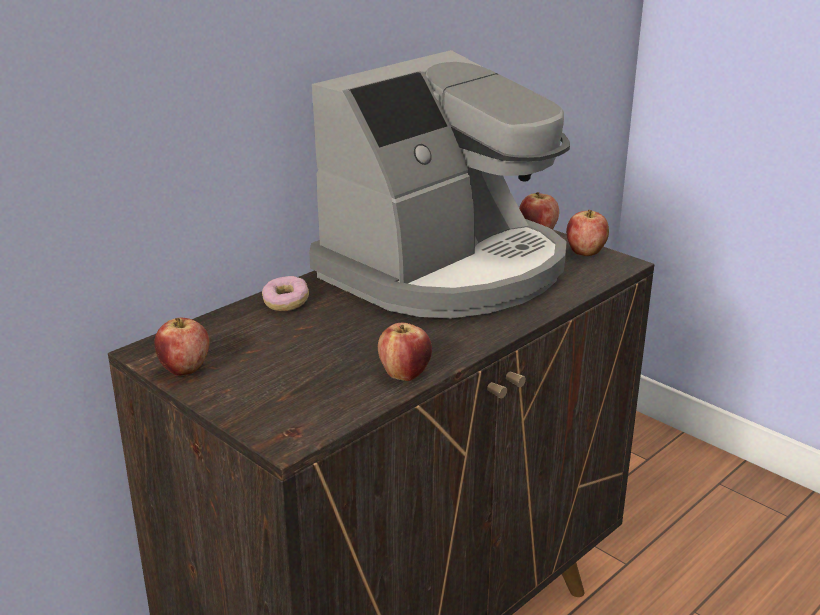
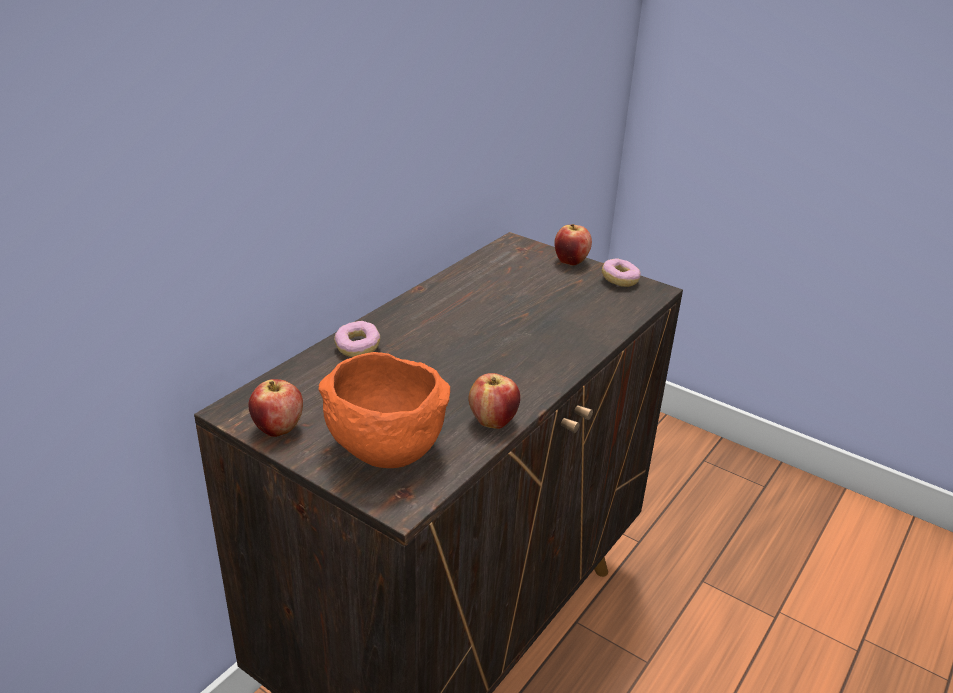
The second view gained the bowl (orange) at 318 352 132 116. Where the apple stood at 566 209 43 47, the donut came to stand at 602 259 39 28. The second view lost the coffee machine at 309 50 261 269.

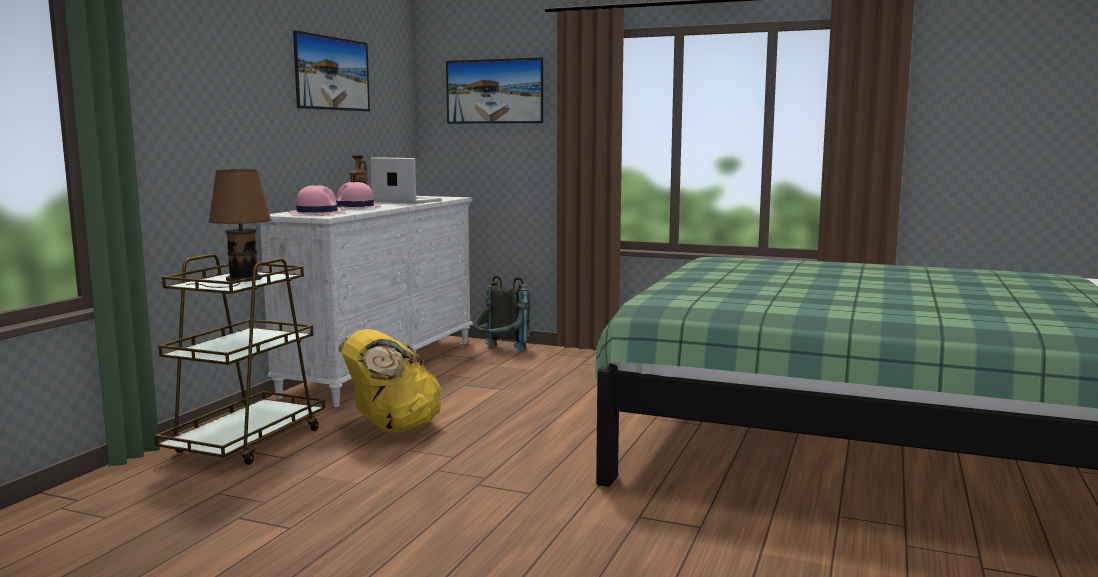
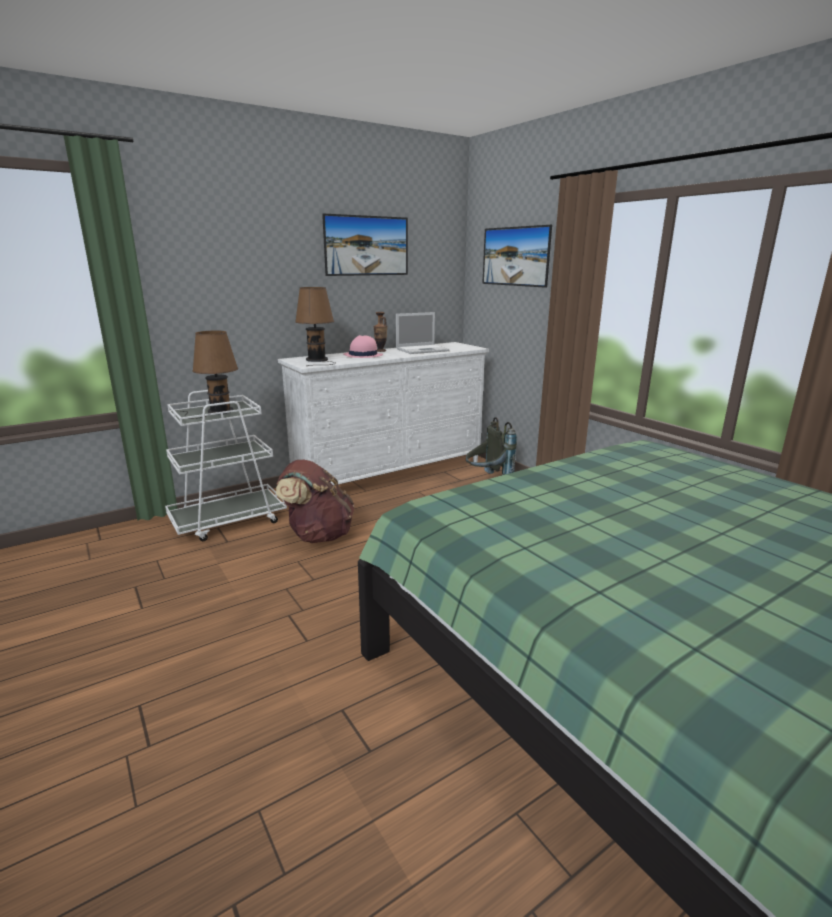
What was the cart (brown) at 154 254 171 211 turned into the cart (white) at 165 390 122 151. What was the backpack (yellow) at 338 329 105 104 turned into the backpack (brown) at 276 460 79 83. Where the hat (pink) stood at 288 185 58 31, the table lamp (brown) came to stand at 295 287 41 80. The laptop at 371 157 71 47 ended up facing another way, 90 degrees clockwise from before.

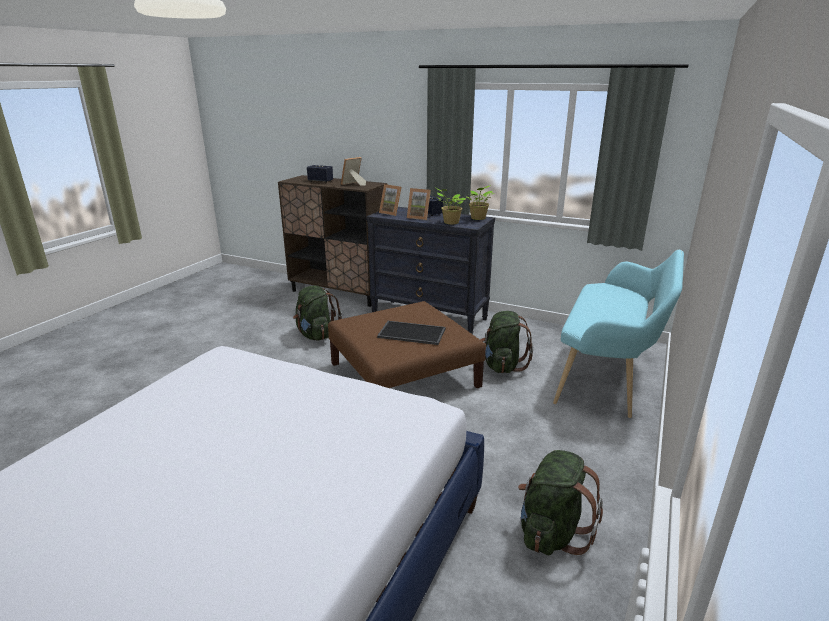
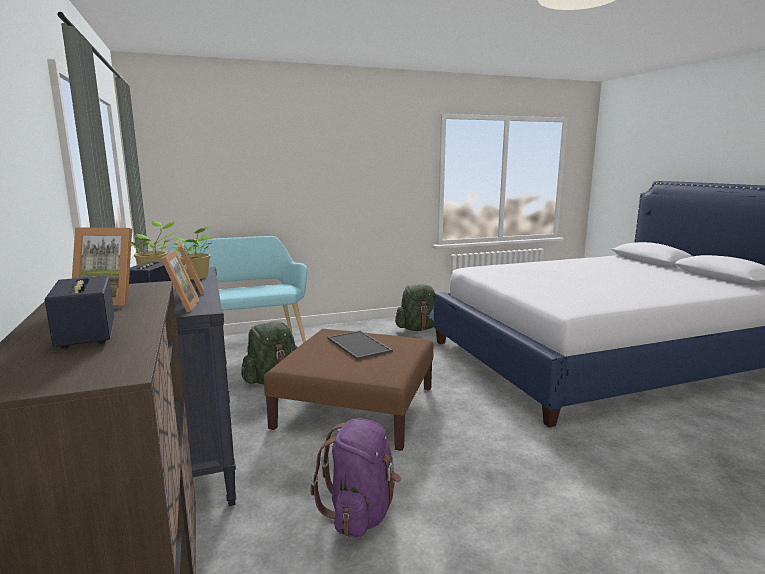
What was the backpack (green) at 293 285 49 56 turned into the backpack (purple) at 310 418 91 119.

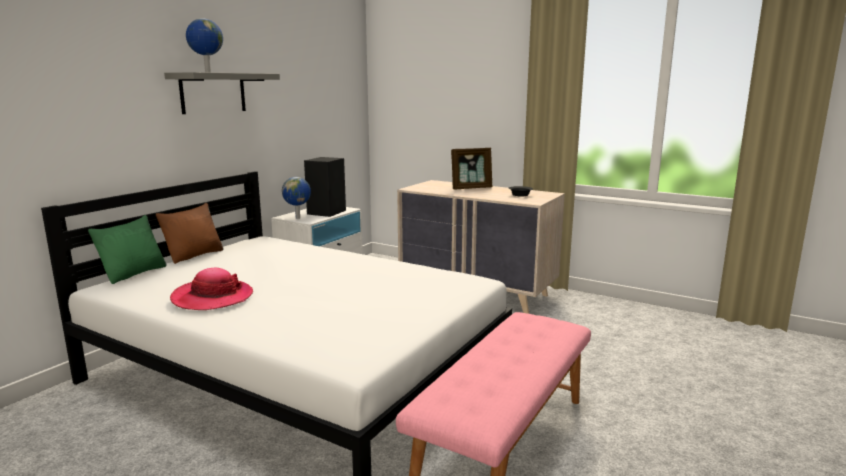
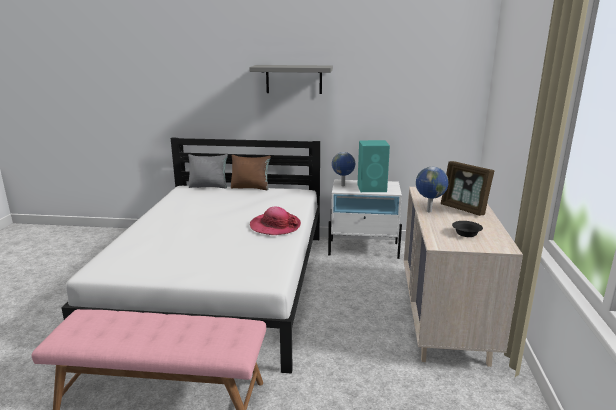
What was the pillow (green) at 88 215 79 69 turned into the pillow (grey) at 188 154 40 34. The hat ended up elsewhere, having gone from 170 268 83 42 to 250 207 51 28. What was the speaker (black) at 304 157 42 60 turned into the speaker (turquoise) at 358 140 32 52. The globe ended up elsewhere, having gone from 186 18 37 55 to 416 167 33 45.

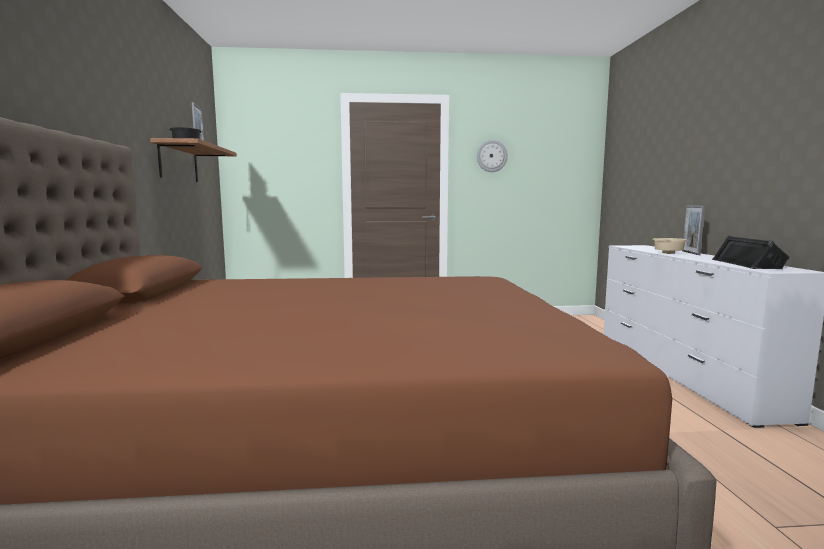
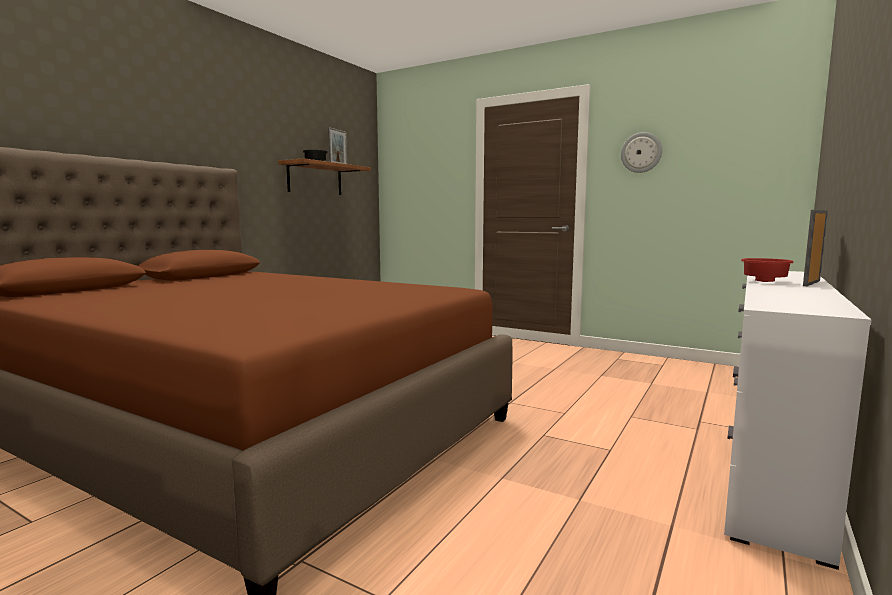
What was the bowl (beige) at 653 238 34 16 turned into the bowl (red) at 741 258 53 24. The second view lost the speaker (black) at 712 236 78 33.

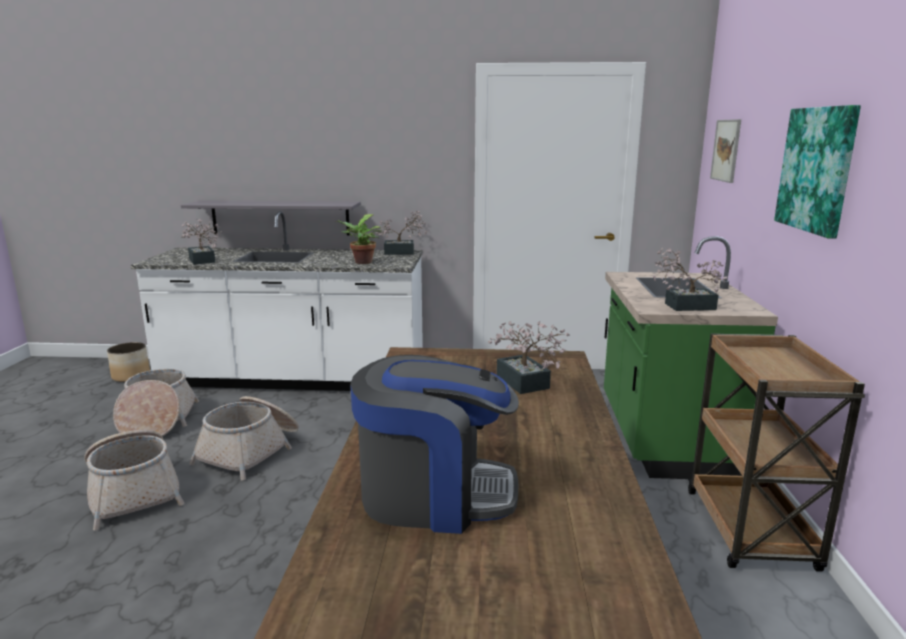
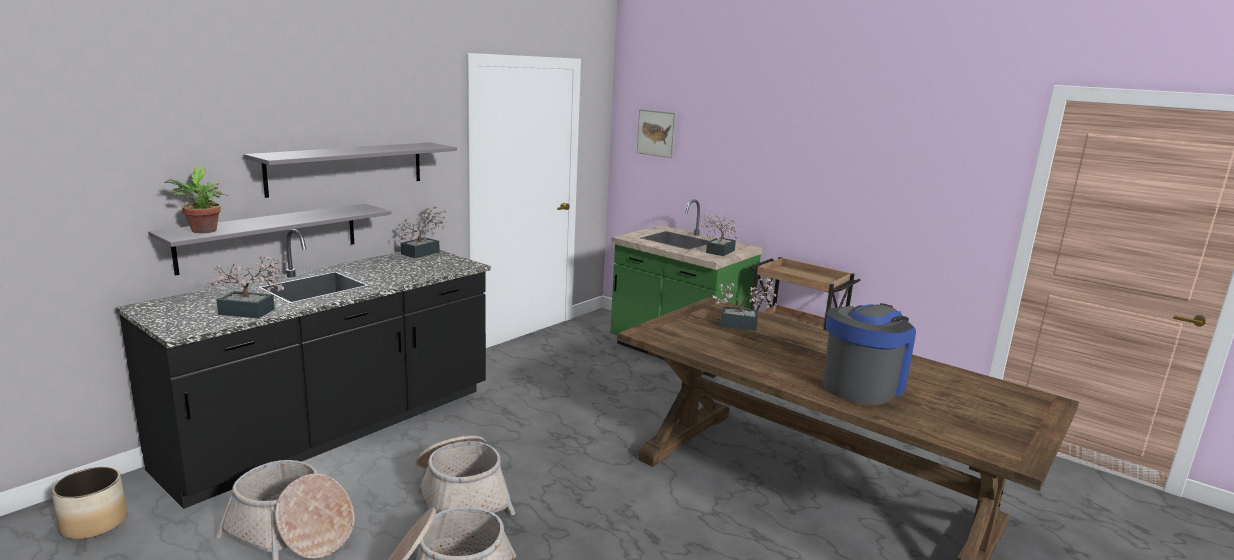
What was the counter (white) at 130 211 293 180 turned into the counter (black) at 116 229 375 280. The potted plant ended up elsewhere, having gone from 335 214 46 50 to 164 167 64 66. The second view gained the shelf (grey) at 244 142 213 56. The second view lost the picture at 774 105 87 133.

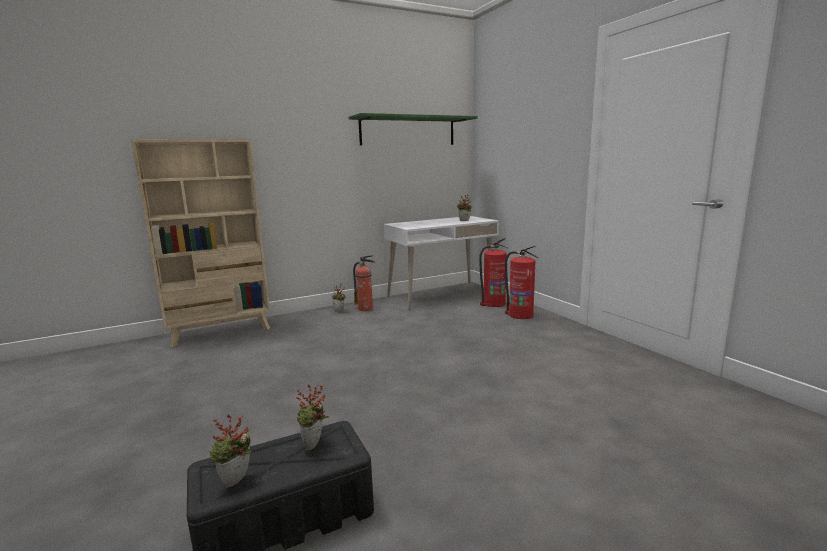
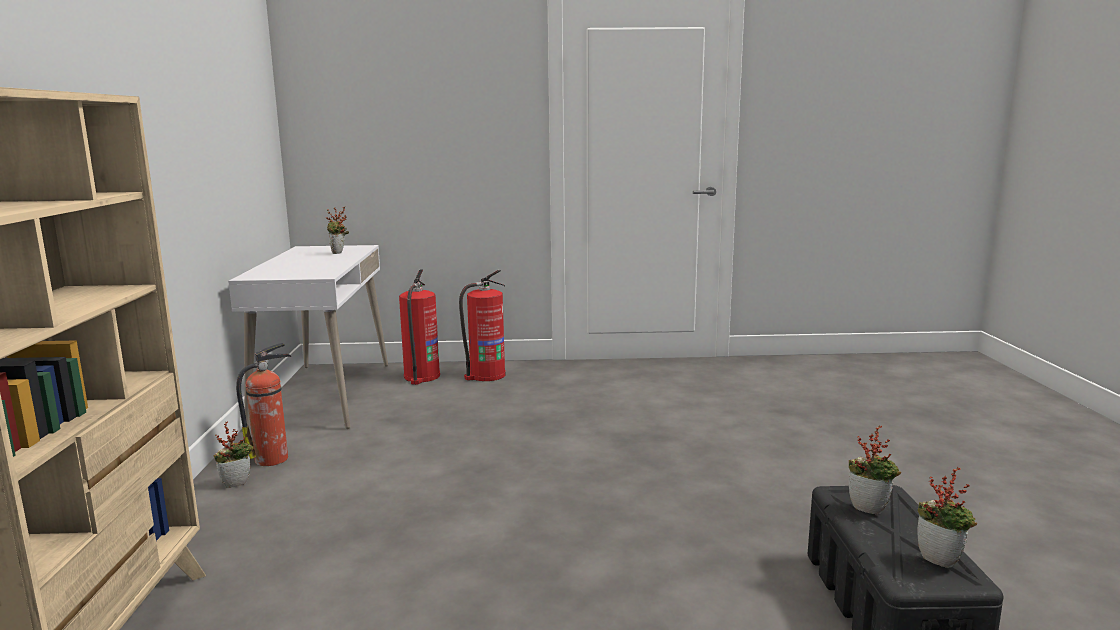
The second view lost the shelf (green) at 349 113 128 32.

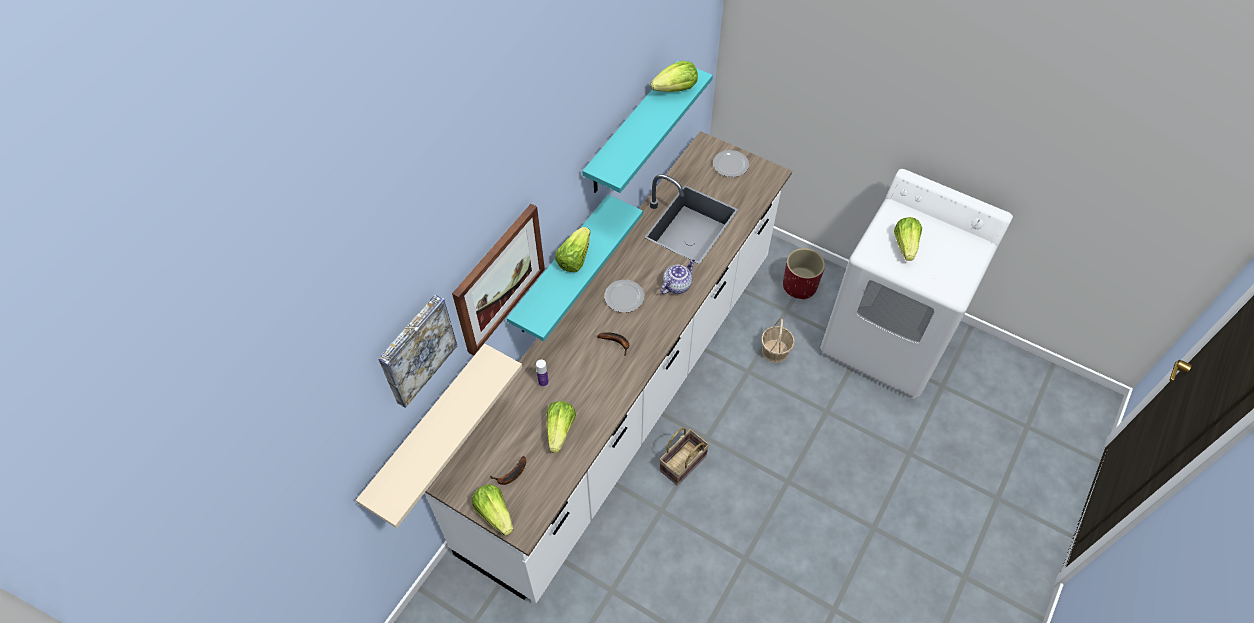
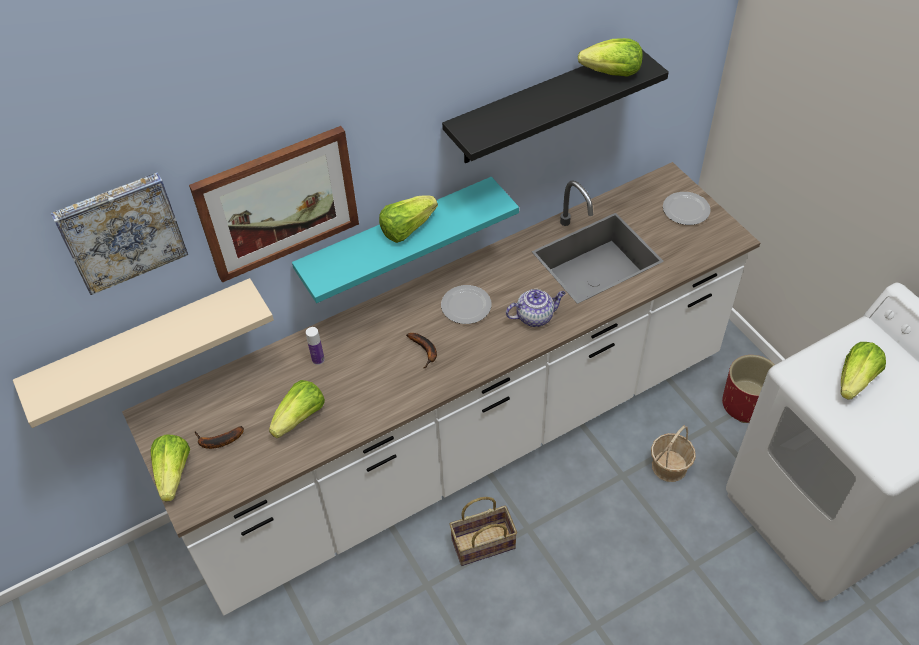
What was the shelf (turquoise) at 582 60 131 133 turned into the shelf (black) at 442 50 227 113.

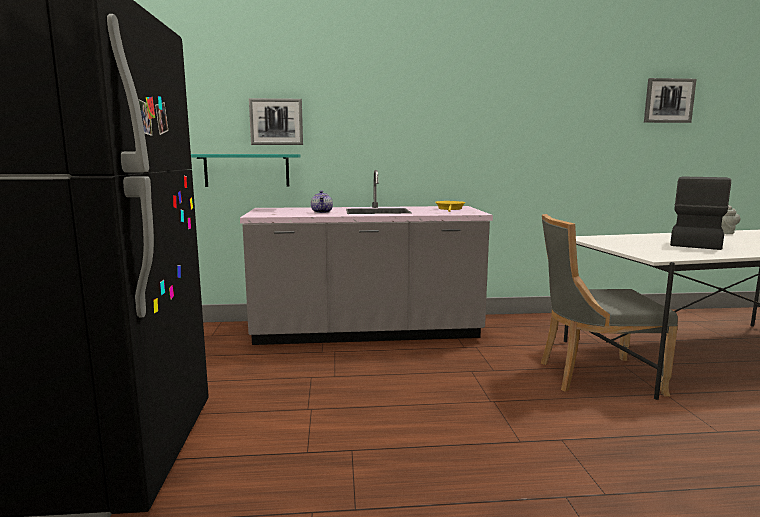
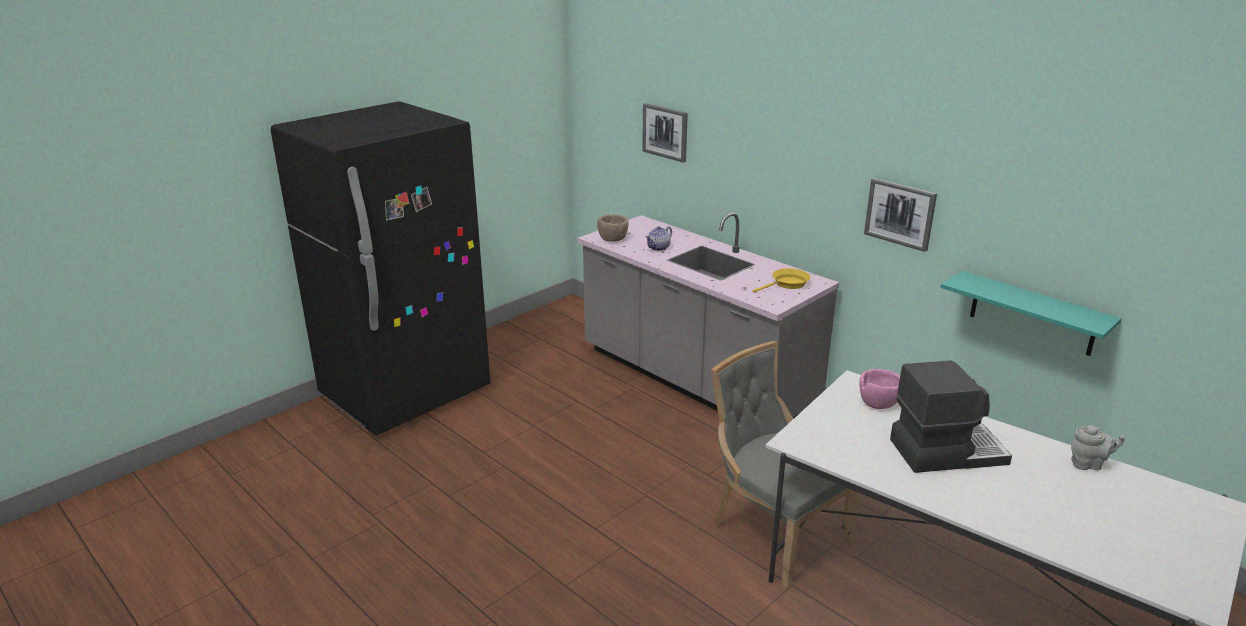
The second view gained the bowl (brown) at 597 214 32 28. The second view gained the bowl (pink) at 859 369 41 40. The picture ended up elsewhere, having gone from 644 78 53 45 to 864 178 73 74. The shelf (turquoise) ended up elsewhere, having gone from 191 154 109 33 to 940 271 182 85.

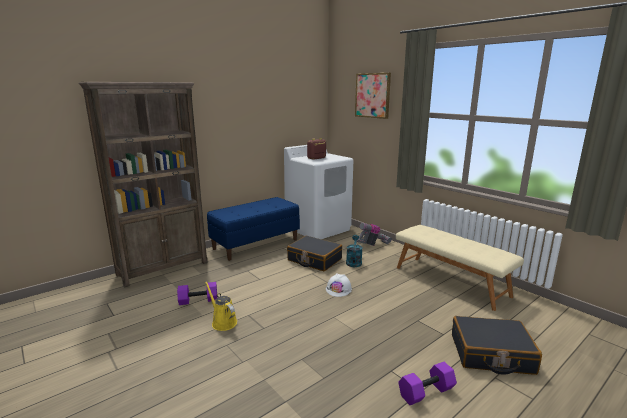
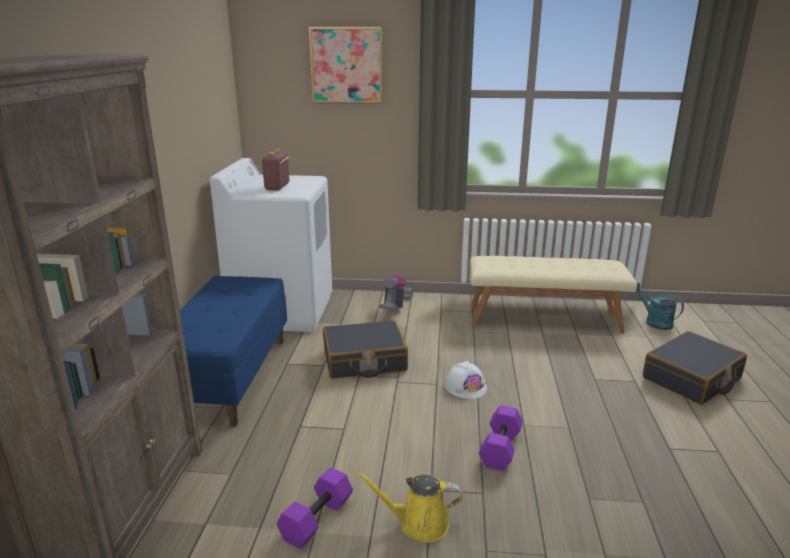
The dumbbell (purple) ended up elsewhere, having gone from 398 362 59 43 to 479 405 44 66. The watering can (turquoise) ended up elsewhere, having gone from 346 235 17 32 to 636 283 48 47.

